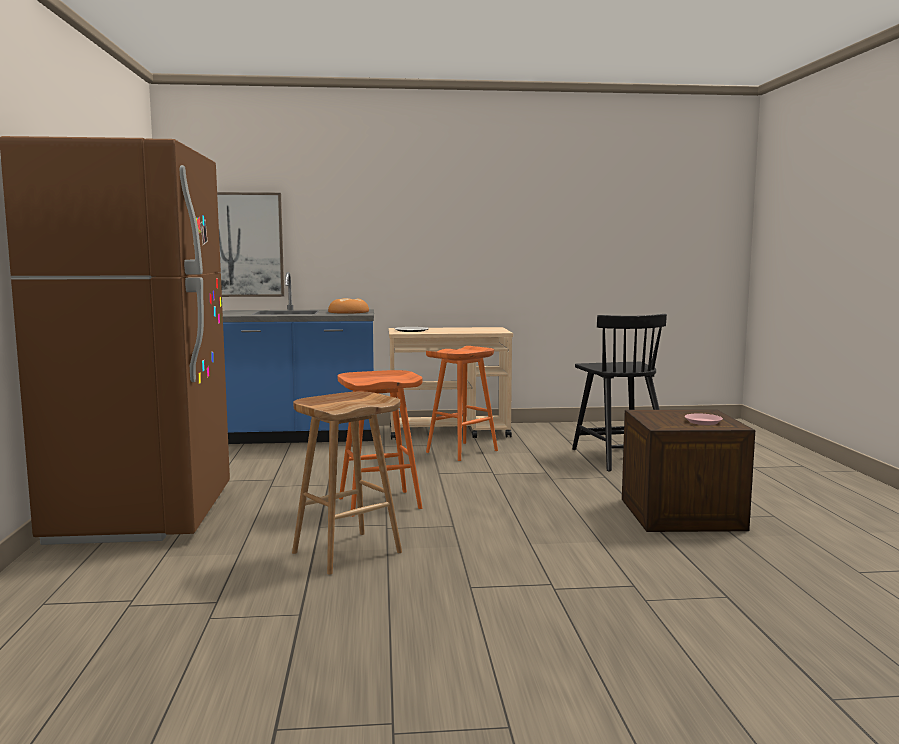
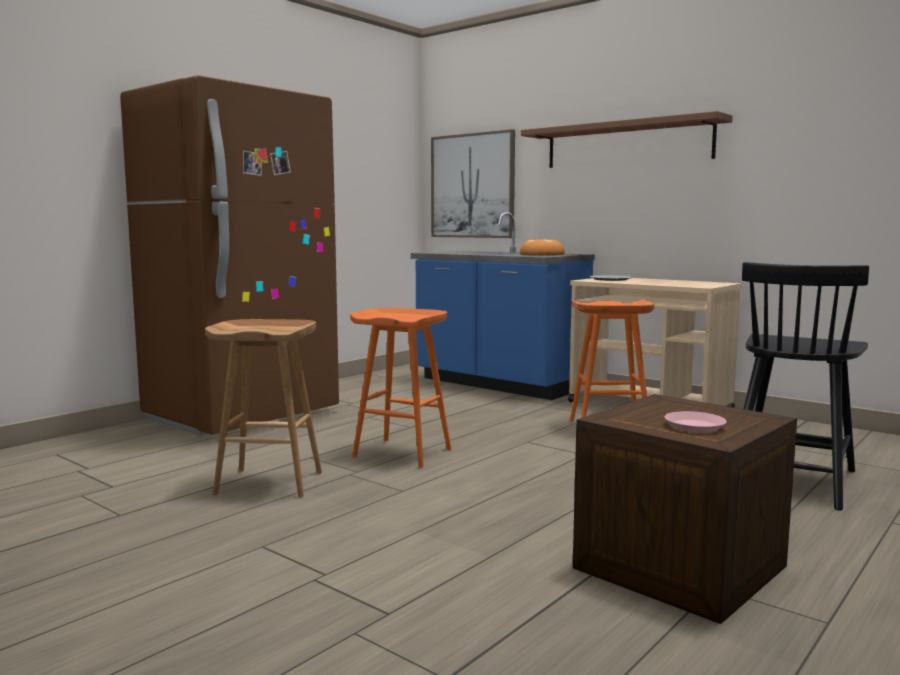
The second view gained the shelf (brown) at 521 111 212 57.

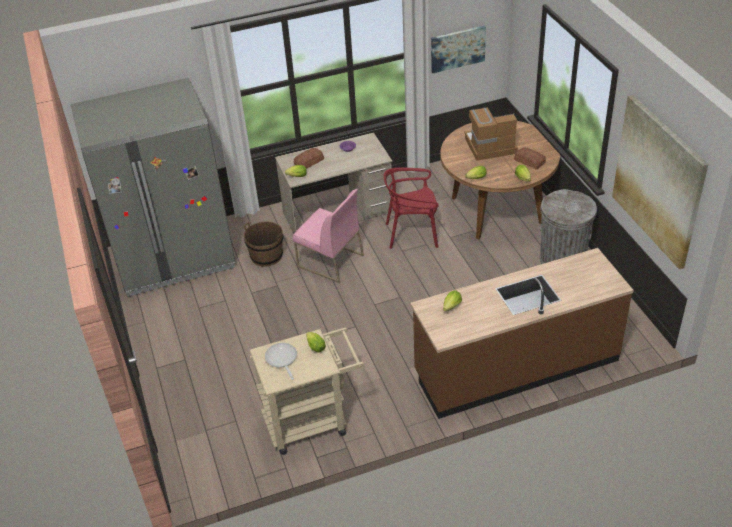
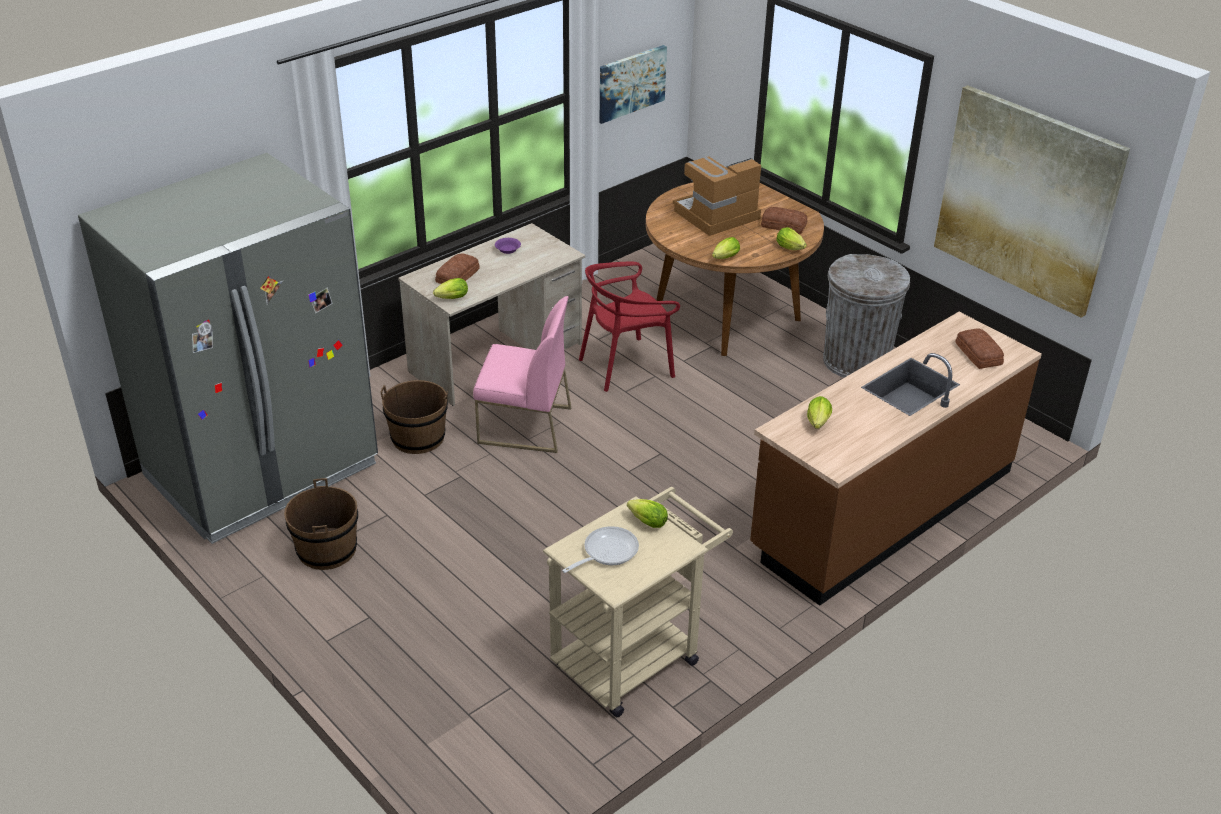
The second view gained the bucket (brown) at 284 478 74 92. The frying pan at 265 343 32 37 ended up facing another way, 90 degrees clockwise from before. The second view gained the bread at 955 329 49 40.

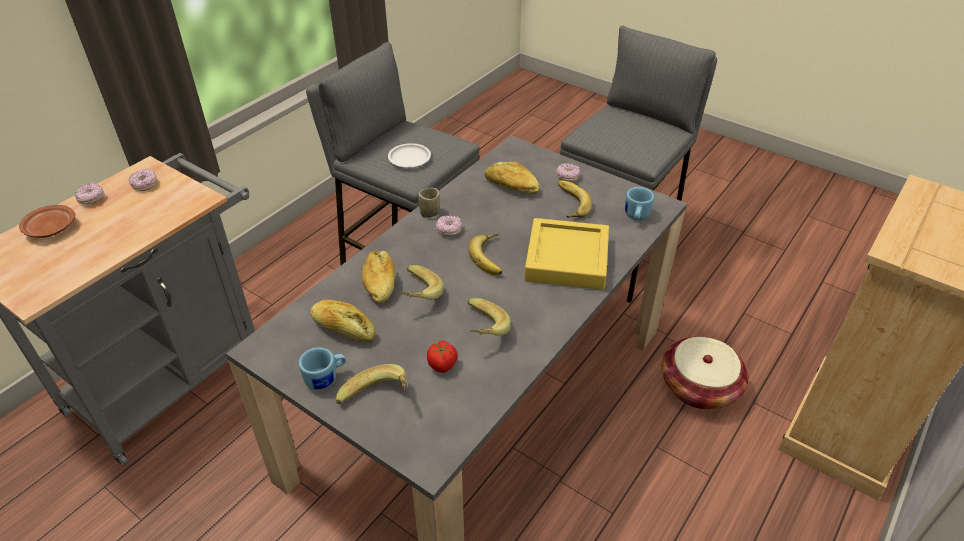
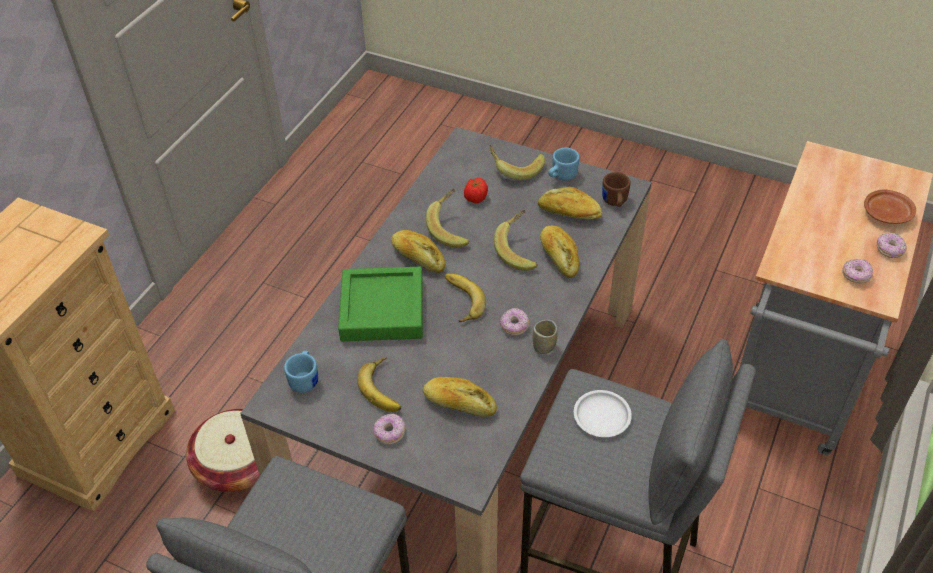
What was the tray (yellow) at 524 218 85 72 turned into the tray (green) at 338 267 85 74. The second view gained the bread at 391 230 55 43. The second view gained the mug (brown) at 602 172 29 35.

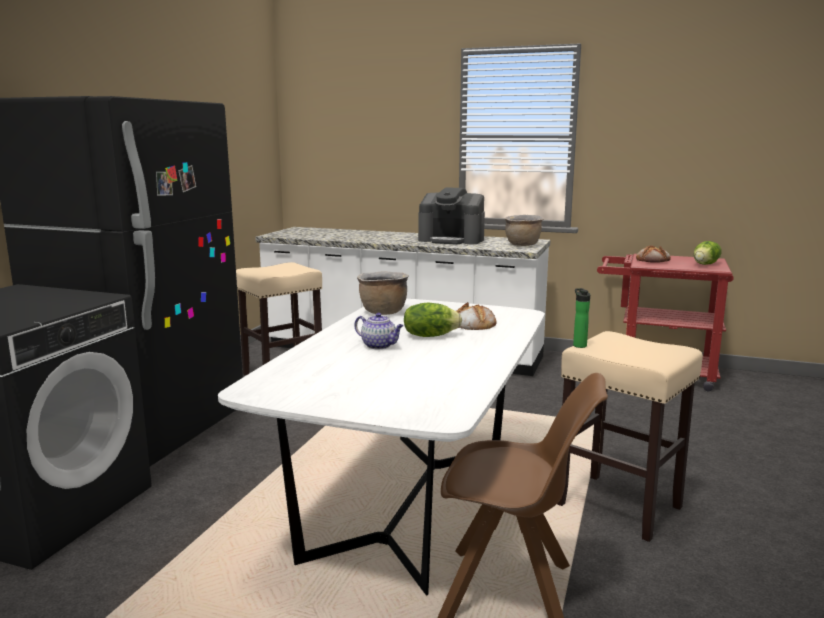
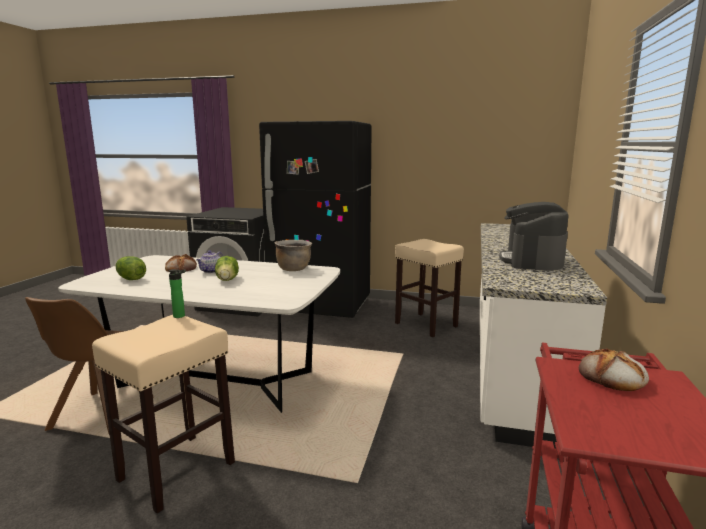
The lettuce ended up elsewhere, having gone from 694 241 28 24 to 115 256 31 24. The bread ended up elsewhere, having gone from 456 302 41 28 to 165 254 32 18. The second view lost the cooking pot (brown) at 505 215 39 31.

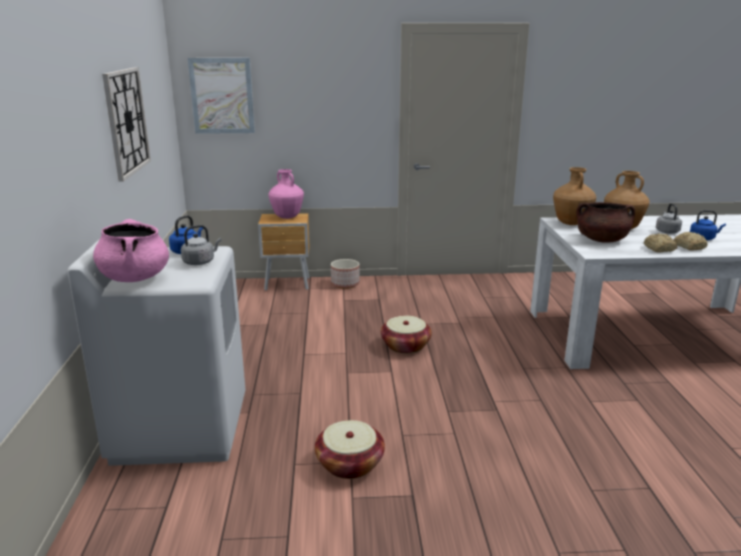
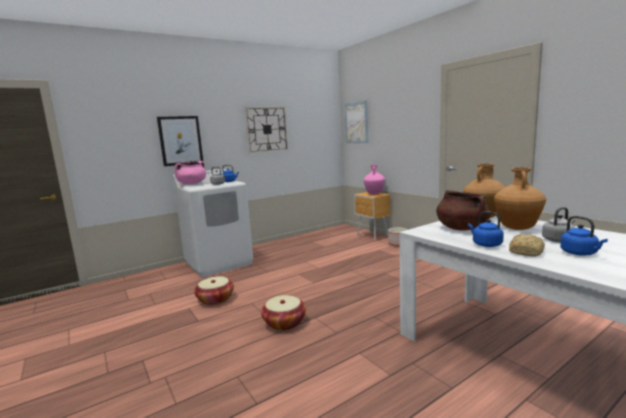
The second view gained the picture at 157 116 46 50. The basket ended up elsewhere, having gone from 381 316 51 38 to 261 295 45 35. Where the bread stood at 644 234 34 18, the kettle (blue) came to stand at 468 211 36 36.

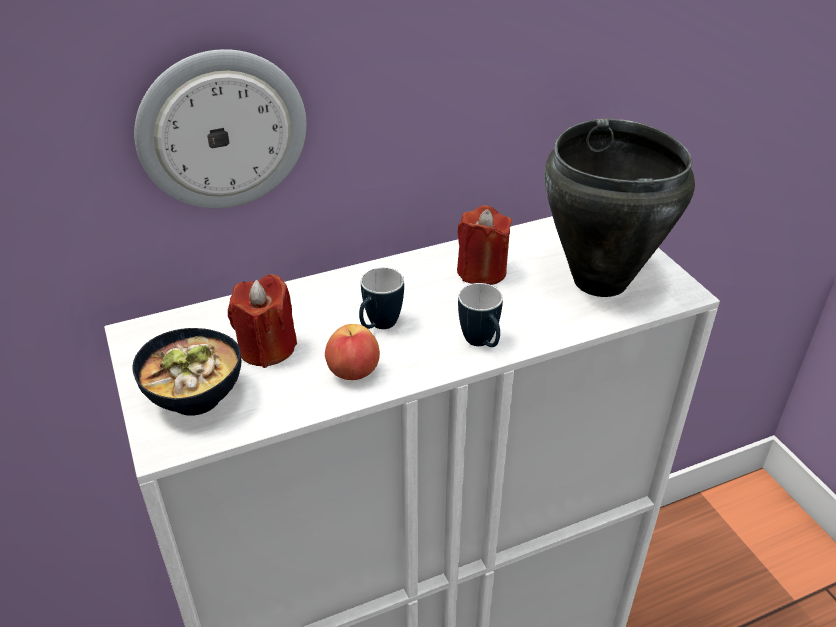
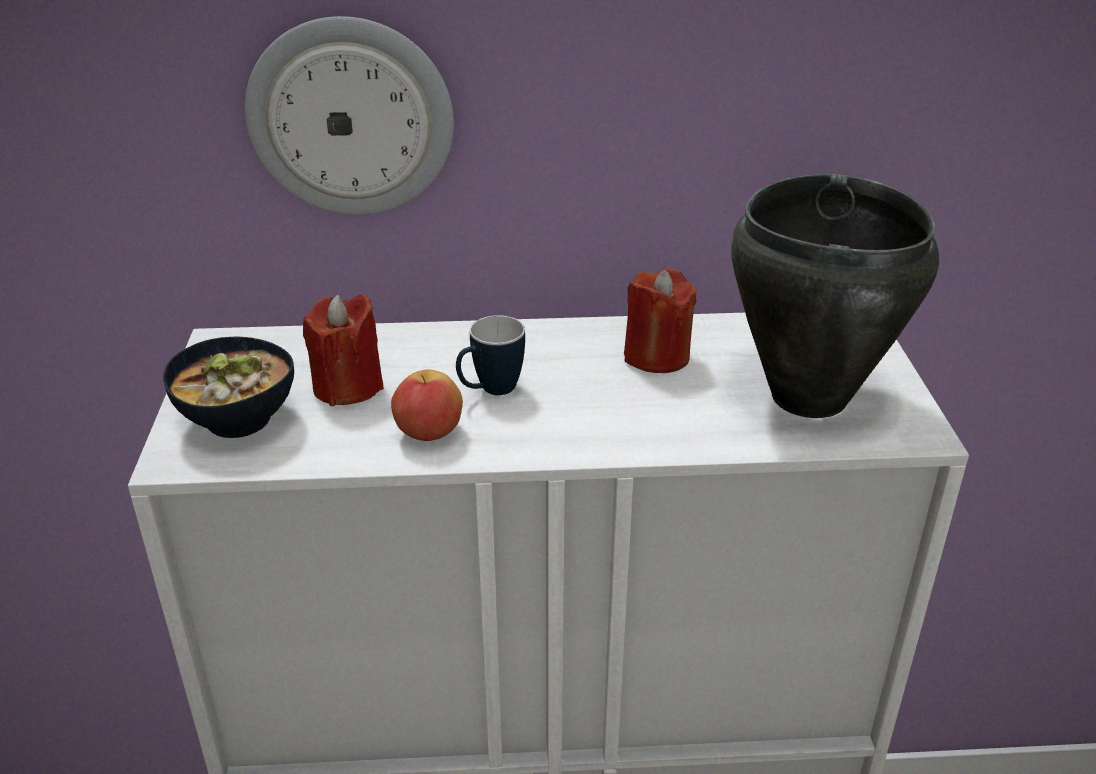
The second view lost the mug at 458 283 45 64.

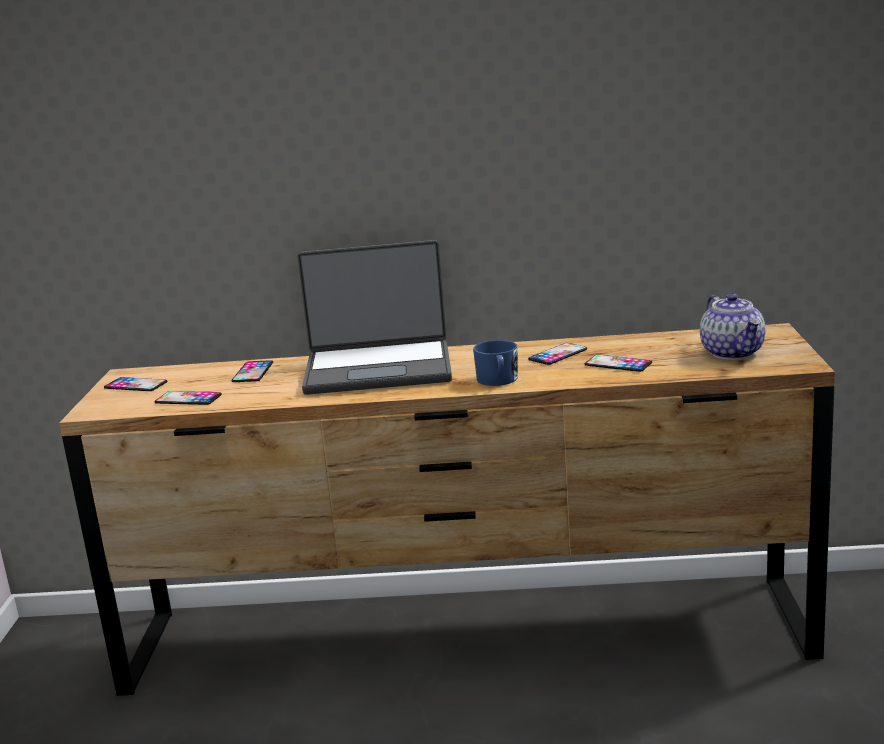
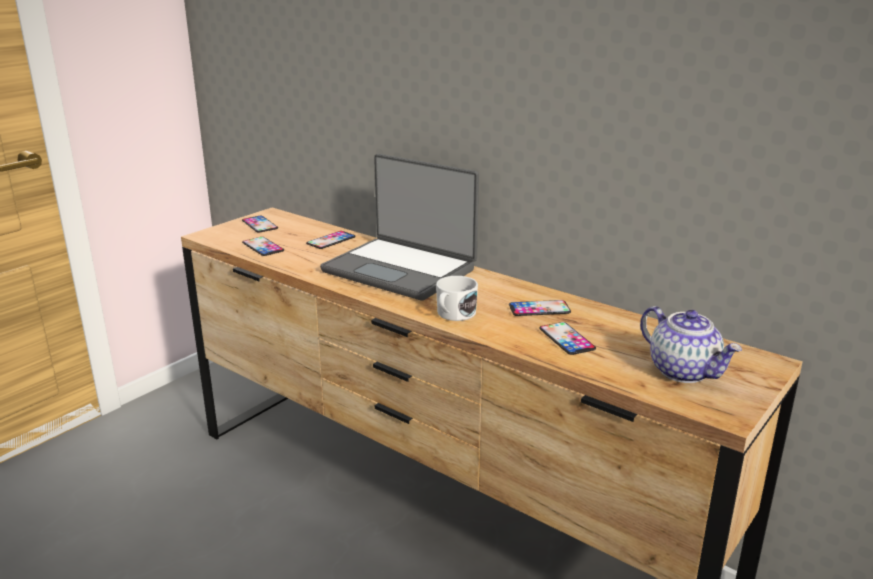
What was the mug (blue) at 473 340 45 46 turned into the mug (white) at 436 276 42 45. The teapot at 700 293 65 67 ended up facing another way, 60 degrees counterclockwise from before.

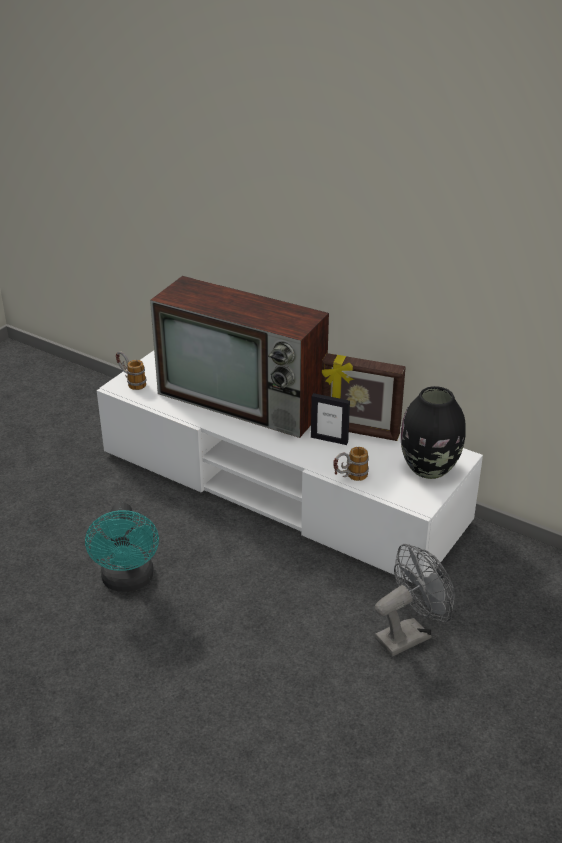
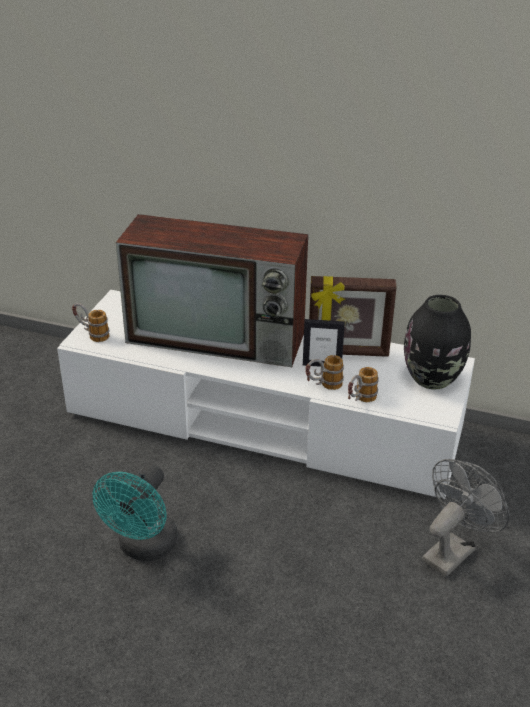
The fan (turquoise) at 85 502 74 90 ended up facing another way, 45 degrees clockwise from before. The second view gained the mug at 305 355 39 35.

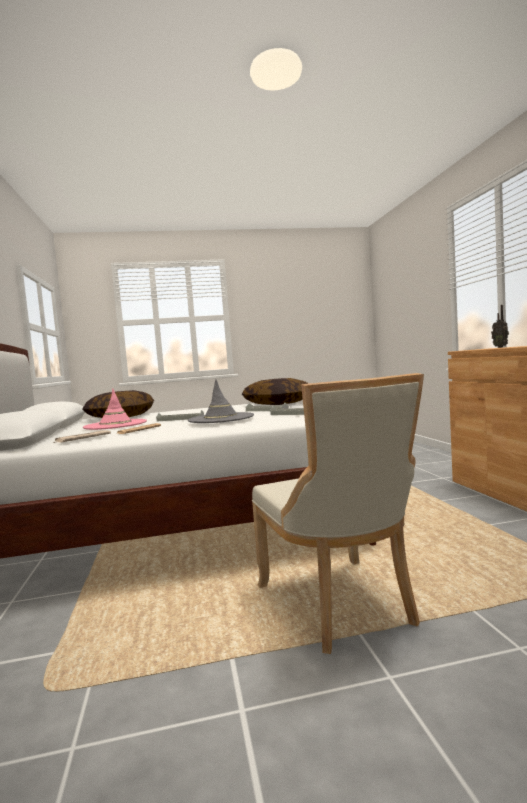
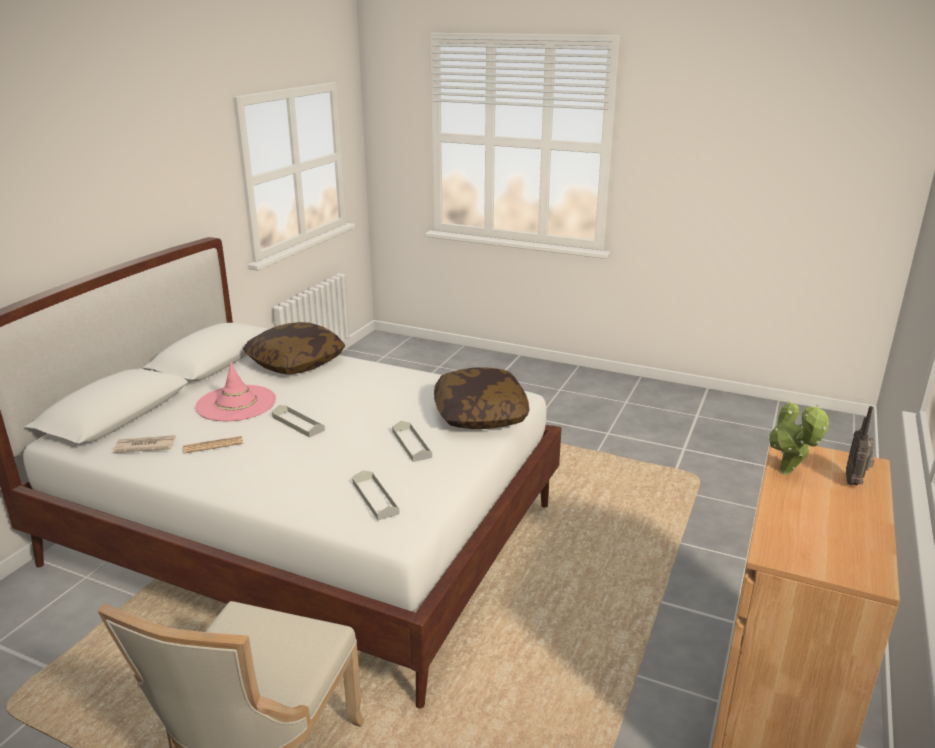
The second view gained the potted plant at 768 401 61 74. The second view lost the hat (grey) at 188 379 66 44.

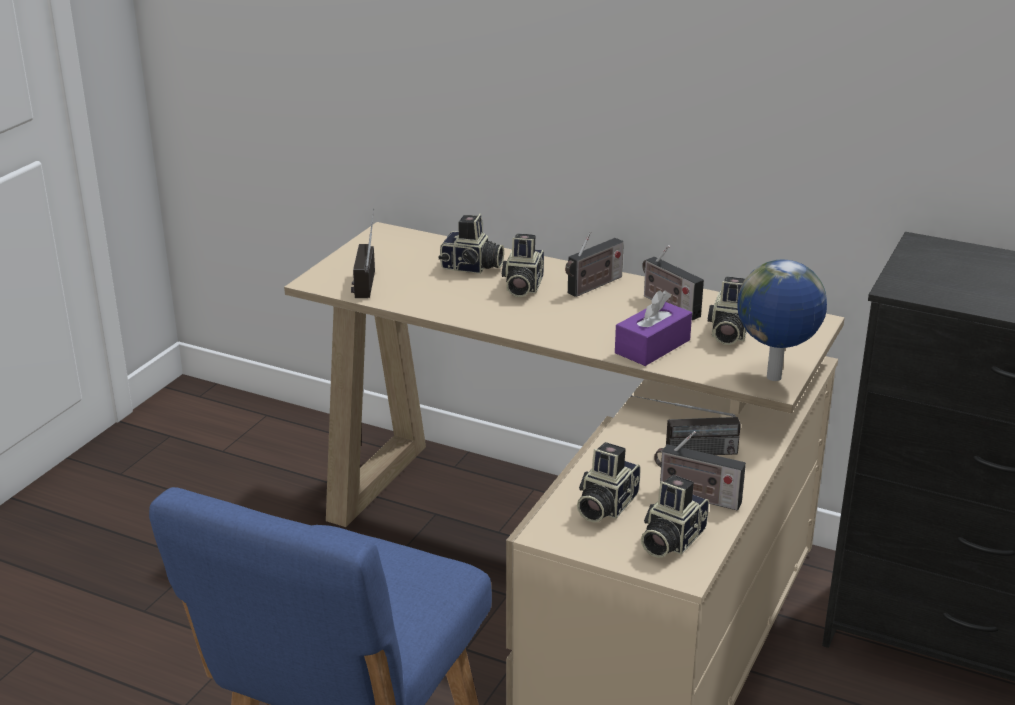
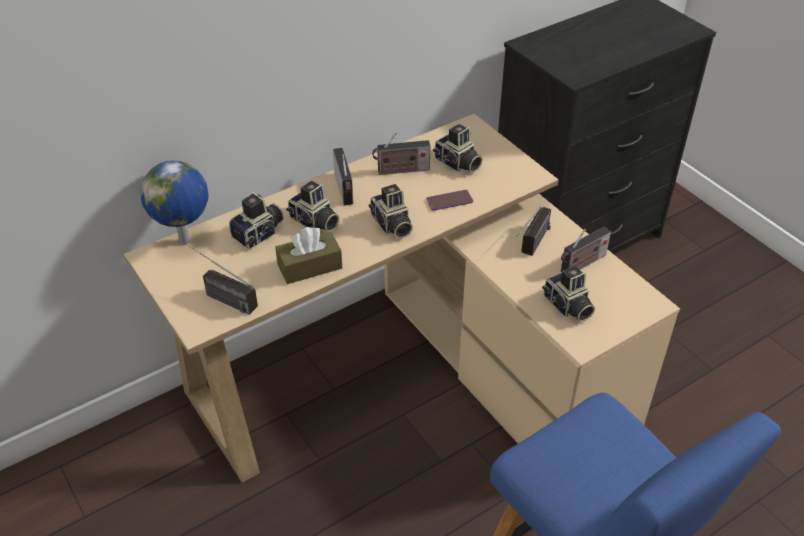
The globe ended up elsewhere, having gone from 738 259 89 122 to 140 161 68 84. The second view gained the tissue box (brown) at 275 227 67 57. The photo camera ended up elsewhere, having gone from 641 475 68 83 to 369 184 44 54. Where the tissue box (purple) stood at 615 291 77 75, the phone came to stand at 426 190 47 21.

